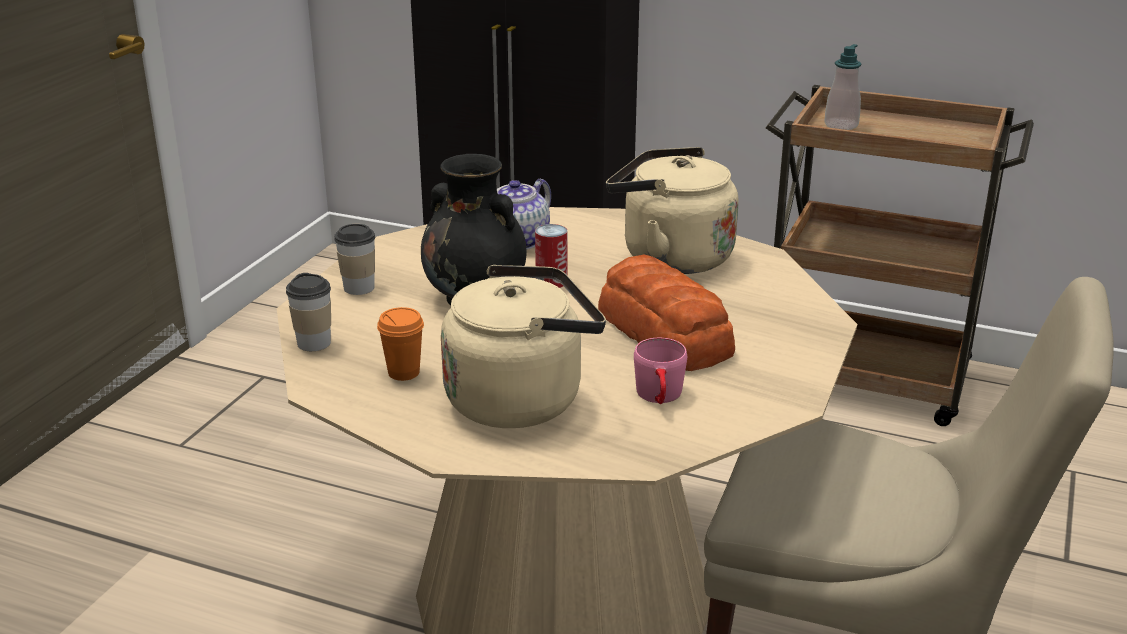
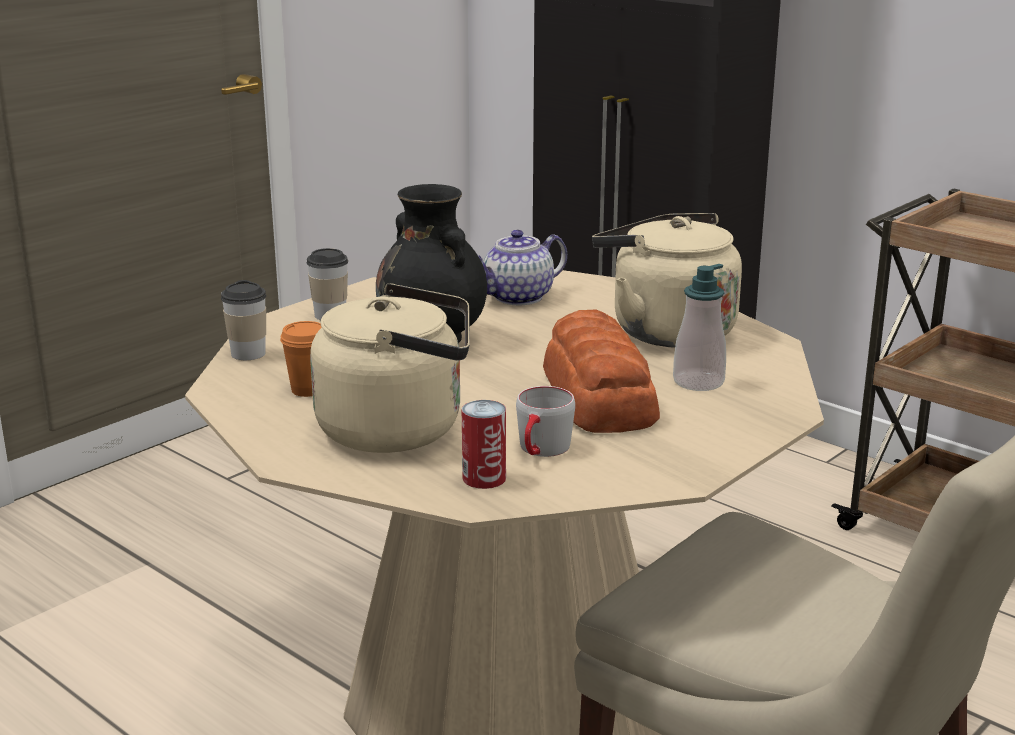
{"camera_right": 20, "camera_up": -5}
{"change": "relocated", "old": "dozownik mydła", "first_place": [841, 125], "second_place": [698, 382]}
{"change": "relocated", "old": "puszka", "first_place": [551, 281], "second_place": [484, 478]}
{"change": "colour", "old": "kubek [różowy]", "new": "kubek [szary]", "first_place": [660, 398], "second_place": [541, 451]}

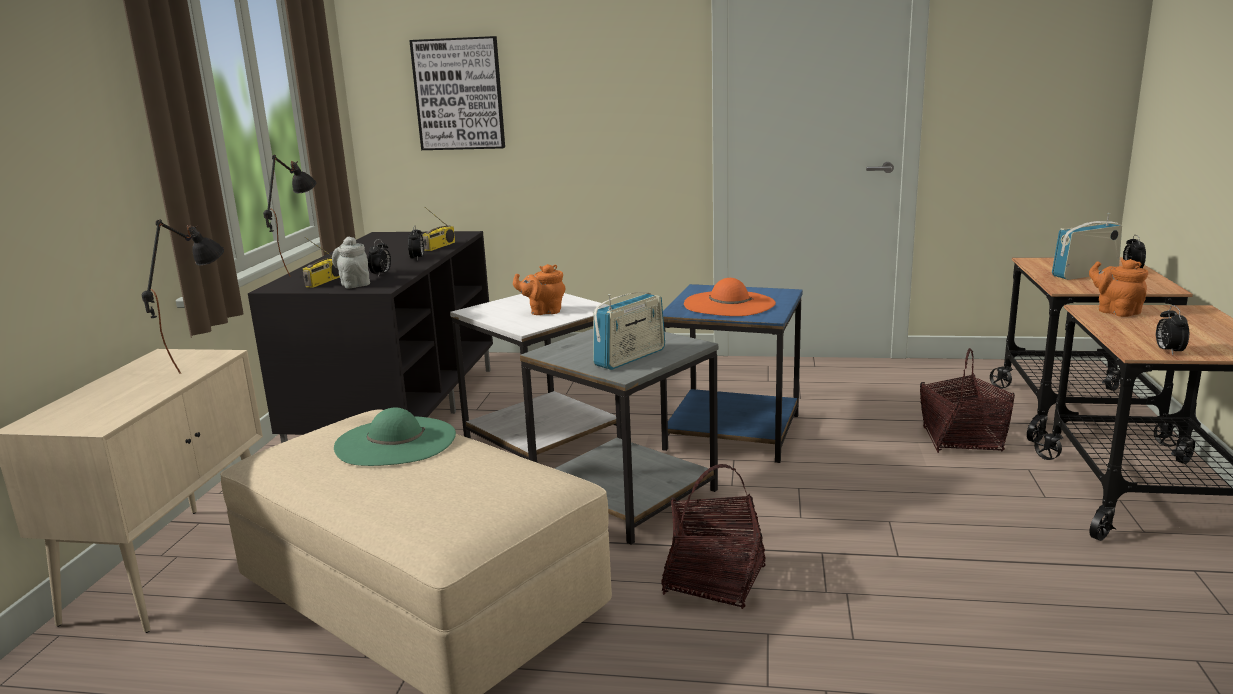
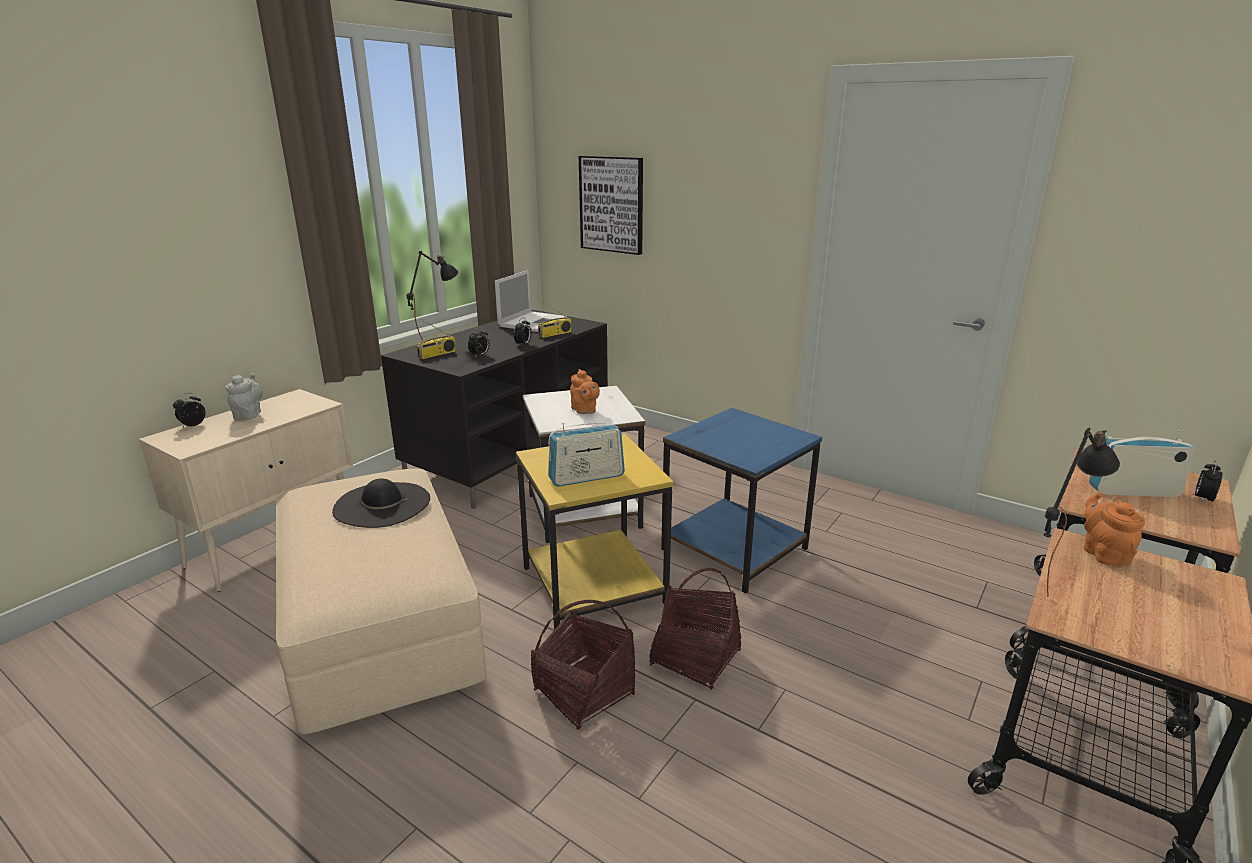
{"camera_right": 25, "camera_up": 5}
{"change": "relocated", "old": "lampa stołowa [czarny]", "first_place": [200, 361], "second_place": [1051, 576]}
{"change": "relocated", "old": "imbryk [szary]", "first_place": [354, 284], "second_place": [249, 414]}
{"change": "spun", "old": "imbryk [pomarańczowy]", "first_place": [543, 311], "second_place": [584, 411], "degrees": -135}
{"change": "missing", "old": "kapelusz [pomarańczowy]", "first_place": [729, 304]}
{"change": "relocated", "old": "budzik", "first_place": [1168, 351], "second_place": [193, 425]}
{"change": "colour", "old": "stolik [szary]", "new": "stolik [żółty]", "first_place": [625, 494], "second_place": [594, 583]}
{"change": "relocated", "old": "koszyk", "first_place": [962, 440], "second_place": [696, 658]}
{"change": "colour", "old": "kapelusz [zielony]", "new": "kapelusz [czarny]", "first_place": [395, 441], "second_place": [382, 504]}
{"change": "appeared", "new": "laptop", "second_place": [533, 322]}

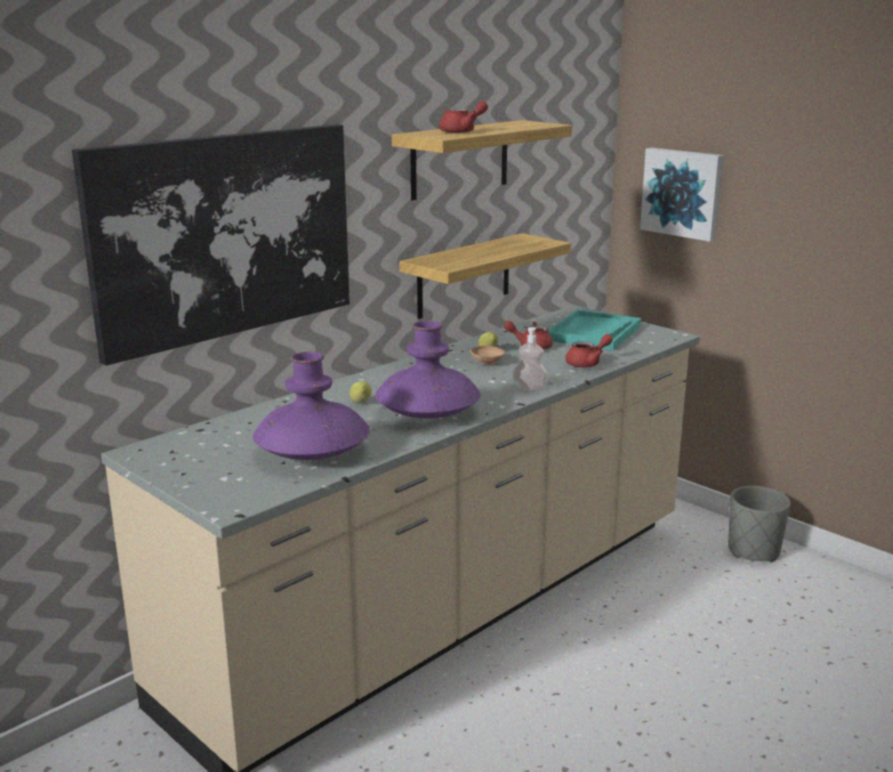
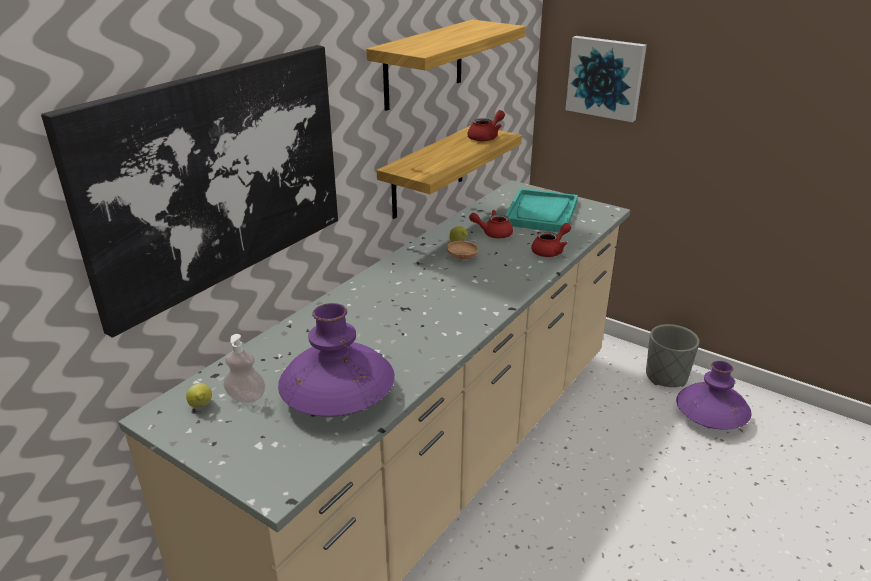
{"camera_right": -10, "camera_up": 10}
{"change": "relocated", "old": "imbryk [czerwony]", "first_place": [462, 131], "second_place": [486, 137]}
{"change": "relocated", "old": "wazon [fioletowy]", "first_place": [428, 413], "second_place": [710, 416]}
{"change": "relocated", "old": "dozownik mydła", "first_place": [530, 389], "second_place": [246, 397]}
{"change": "relocated", "old": "cytryna", "first_place": [361, 403], "second_place": [201, 407]}

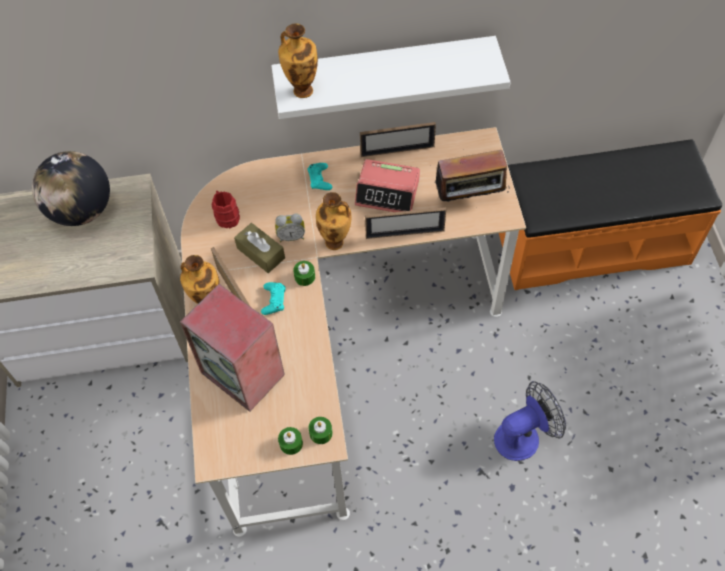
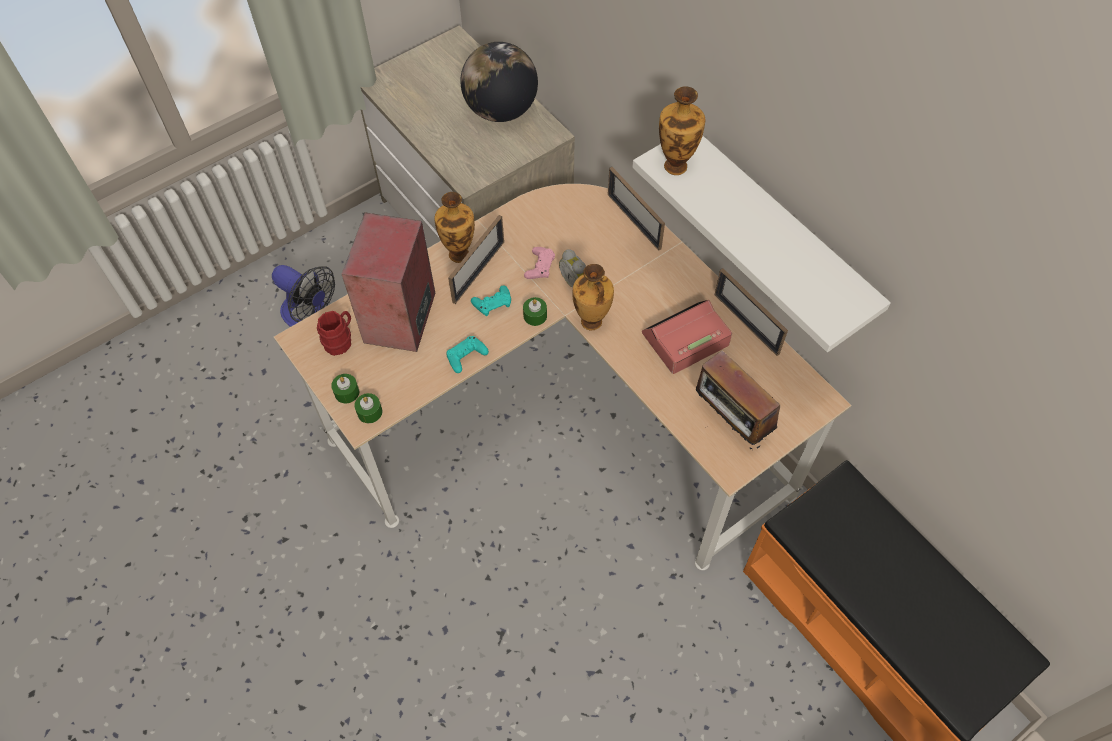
{"camera_right": 60, "camera_up": 0}
{"change": "spun", "old": "budzik", "first_place": [388, 192], "second_place": [685, 340], "degrees": 75}
{"change": "relocated", "old": "pad do gier [turkusowy]", "first_place": [319, 179], "second_place": [466, 356]}
{"change": "relocated", "old": "kubek [czerwony]", "first_place": [226, 216], "second_place": [340, 339]}
{"change": "relocated", "old": "ramka na zdjęcie", "first_place": [405, 233], "second_place": [634, 221]}
{"change": "exchanged", "old": "pudełko chusteczek [brązowy]", "new": "pad do gier [różowy]", "first_place": [261, 253], "second_place": [540, 266]}
{"change": "relocated", "old": "wentylator", "first_place": [524, 436], "second_place": [309, 314]}

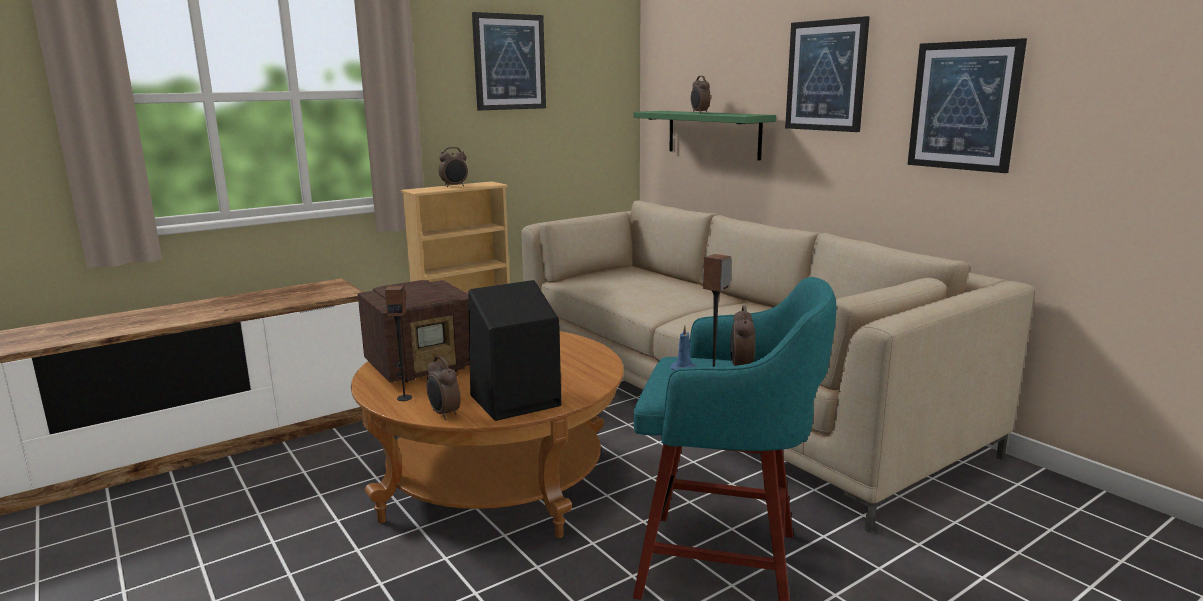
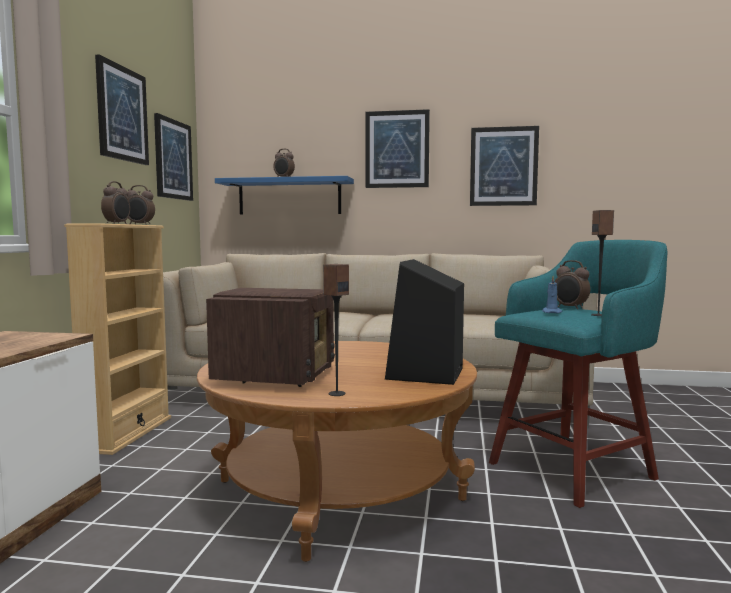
{"camera_right": -45, "camera_up": -10}
{"change": "colour", "old": "półka [zielony]", "new": "półka [niebieski]", "first_place": [713, 134], "second_place": [289, 197]}
{"change": "relocated", "old": "budzik", "first_place": [444, 414], "second_place": [140, 224]}
{"change": "appeared", "new": "obraz", "second_place": [173, 159]}

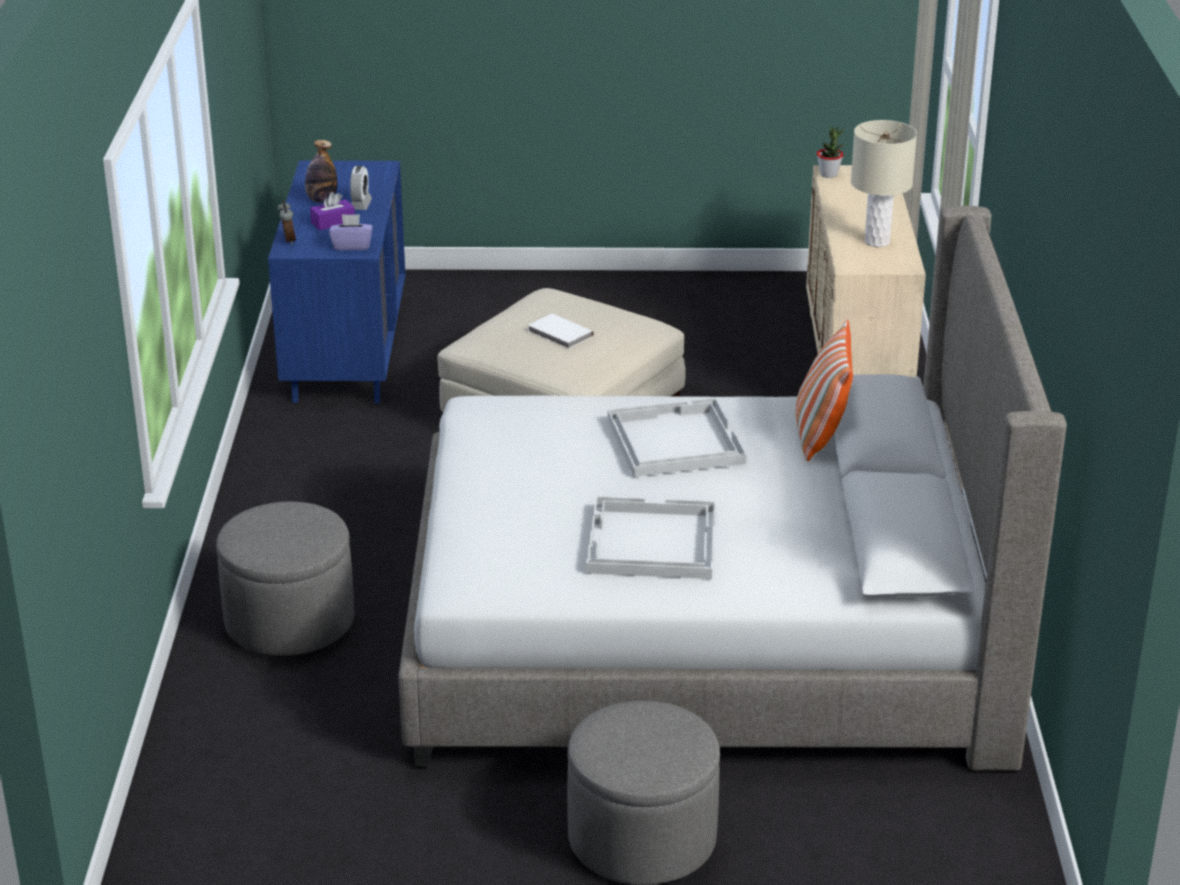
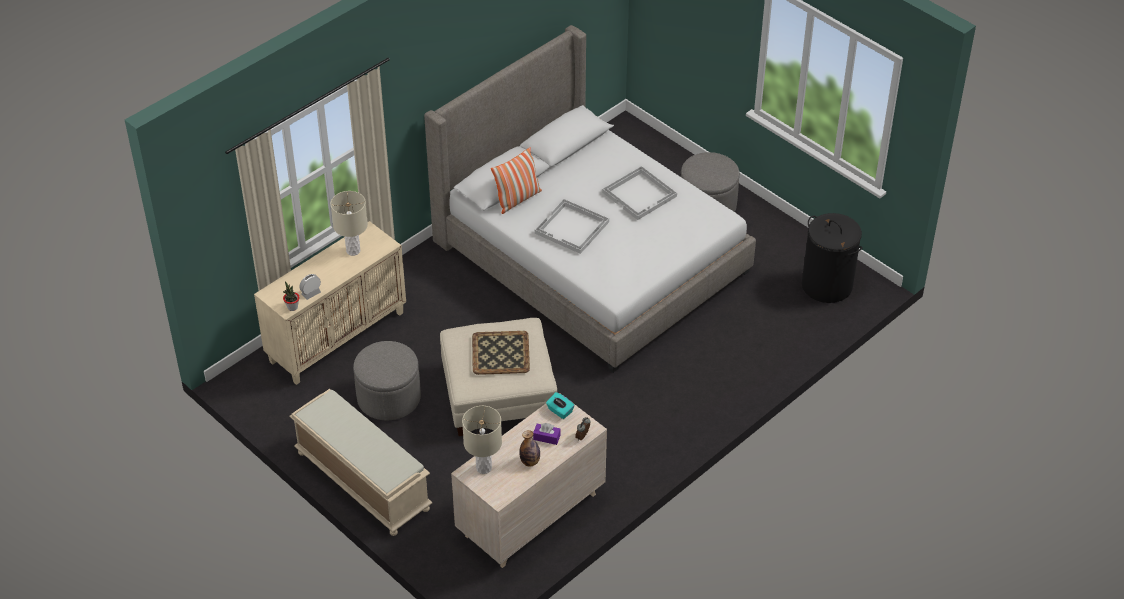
{"camera_right": -135, "camera_up": 15}
{"change": "colour", "old": "komoda [niebieski]", "new": "komoda [beżowy]", "first_place": [346, 352], "second_place": [530, 516]}
{"change": "relocated", "old": "budzik", "first_place": [360, 204], "second_place": [311, 293]}
{"change": "colour", "old": "pudełko chusteczek [fioletowy]", "new": "pudełko chusteczek [turkusowy]", "first_place": [352, 246], "second_place": [560, 411]}
{"change": "exchanged", "old": "książka [biały]", "new": "taca", "first_place": [560, 334], "second_place": [501, 352]}
{"change": "relocated", "old": "pufa [szary]", "first_place": [290, 621], "second_place": [389, 398]}
{"change": "appeared", "new": "kosz na pranie [czarny]", "second_place": [827, 285]}
{"change": "appeared", "new": "ławka [beżowy]", "second_place": [361, 481]}
{"change": "appeared", "new": "lampa stołowa [beżowy]", "second_place": [484, 468]}

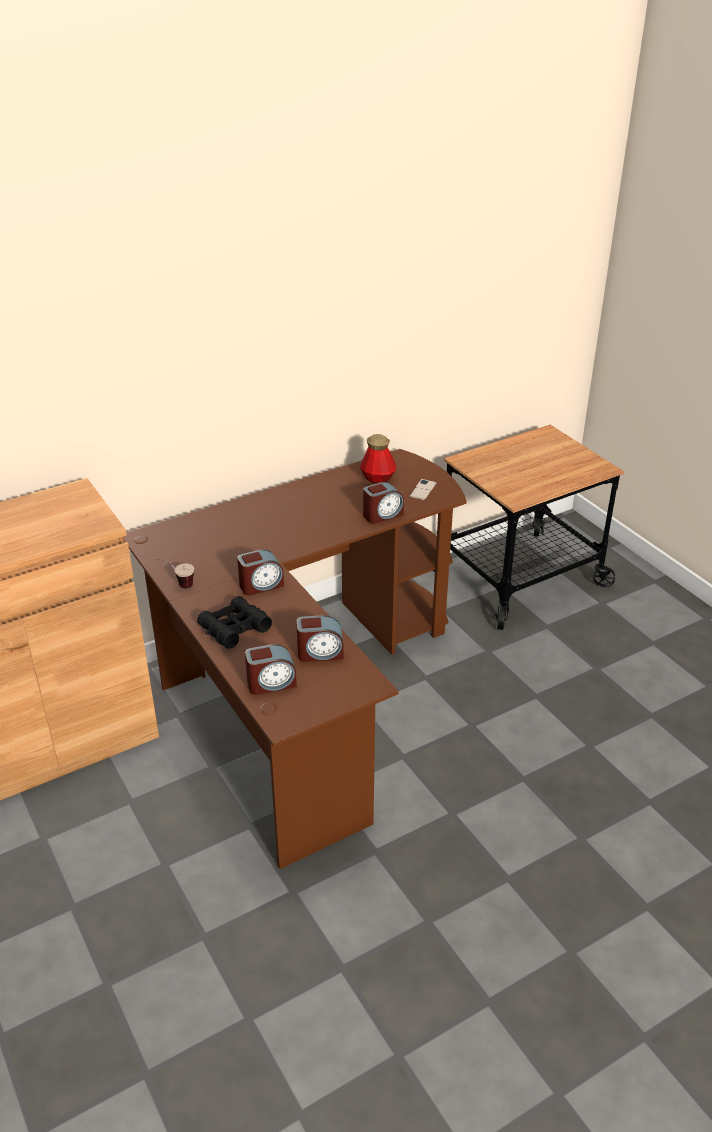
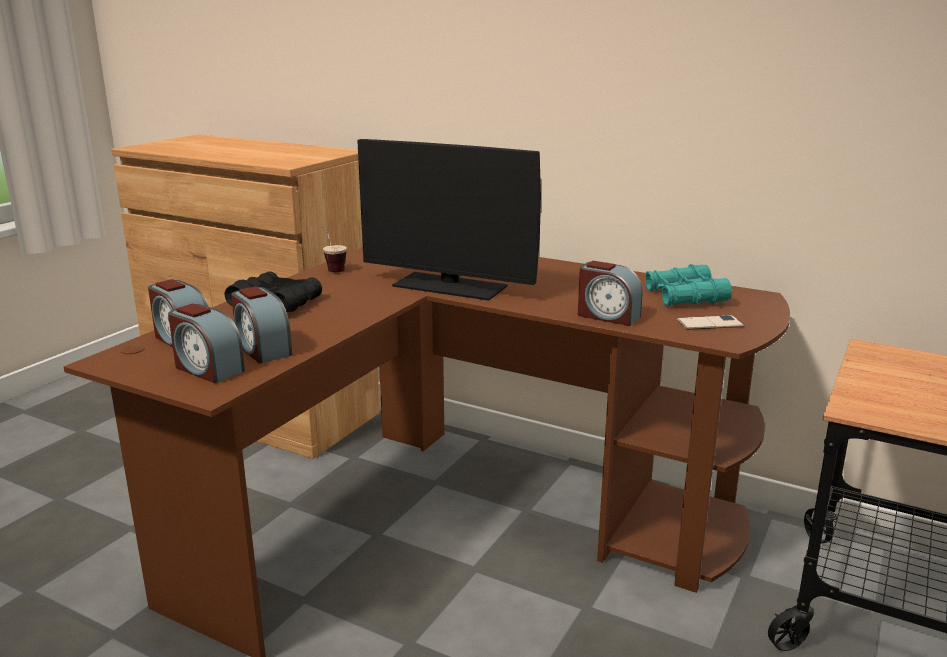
{"camera_right": 60, "camera_up": -15}
{"change": "exchanged", "old": "butelka", "new": "lornetka [turkusowy]", "first_place": [377, 478], "second_place": [685, 297]}
{"change": "relocated", "old": "budzik", "first_place": [261, 585], "second_place": [207, 369]}
{"change": "appeared", "new": "monitor", "second_place": [450, 286]}

